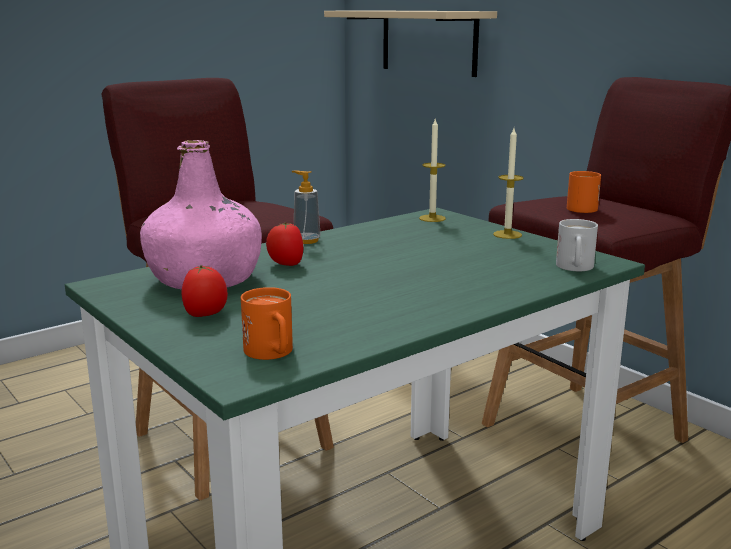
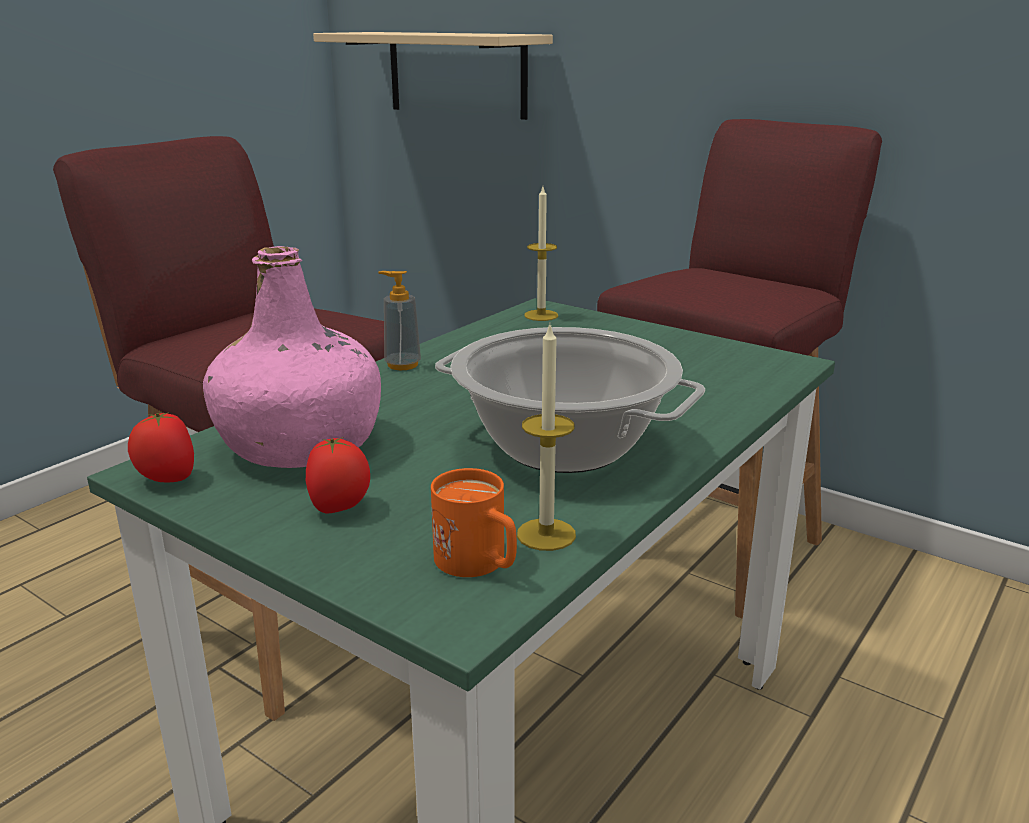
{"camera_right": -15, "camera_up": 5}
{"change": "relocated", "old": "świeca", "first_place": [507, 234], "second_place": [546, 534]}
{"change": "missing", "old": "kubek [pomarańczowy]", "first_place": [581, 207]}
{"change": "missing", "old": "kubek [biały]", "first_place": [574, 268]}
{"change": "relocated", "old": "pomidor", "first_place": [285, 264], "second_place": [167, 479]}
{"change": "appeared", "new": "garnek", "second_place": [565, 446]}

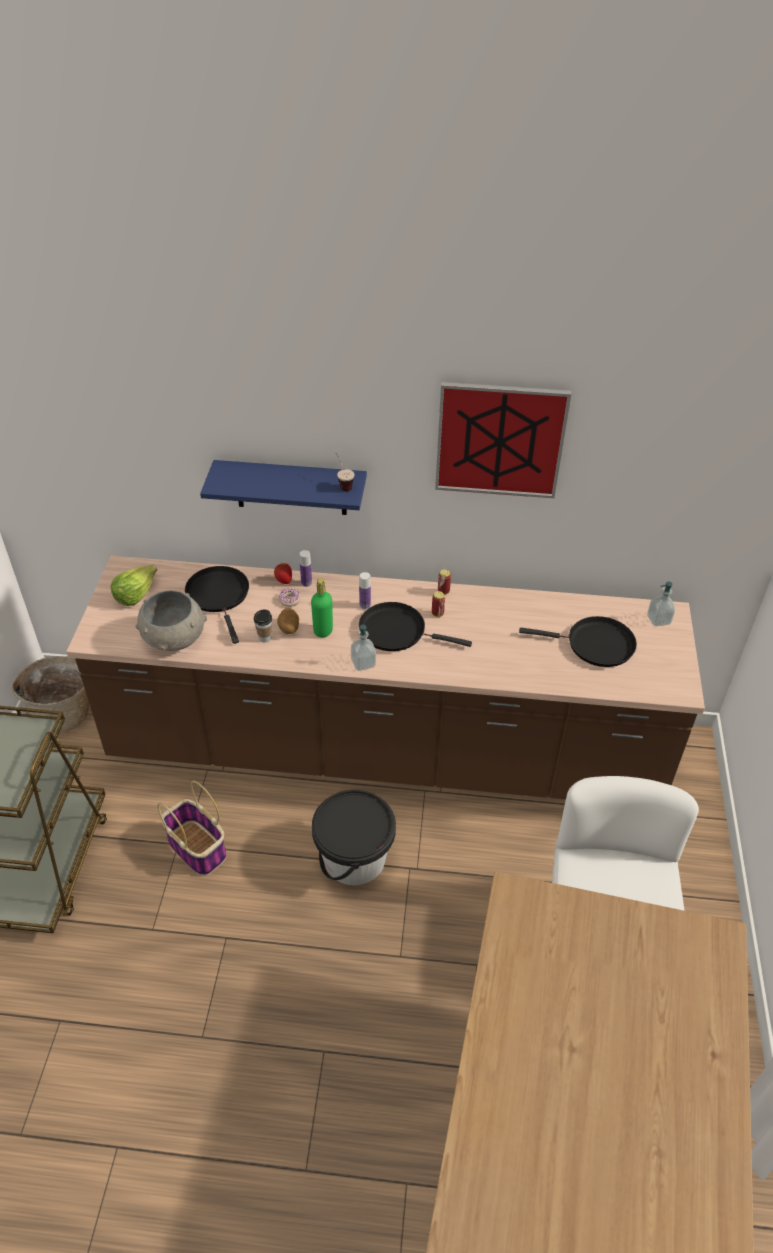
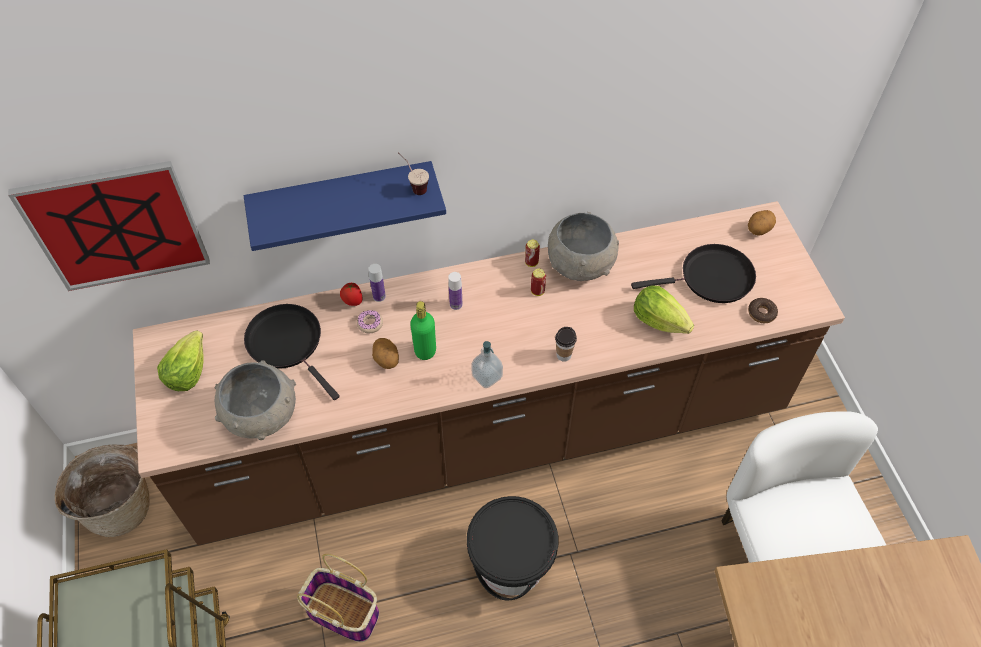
{"camera_right": -20, "camera_up": 10}
{"change": "relocated", "old": "obraz", "first_place": [500, 440], "second_place": [116, 226]}
{"change": "exchanged", "old": "dozownik mydła", "new": "ziemniak", "first_place": [658, 620], "second_place": [758, 230]}
{"change": "missing", "old": "patelnia [czarny]", "first_place": [397, 631]}
{"change": "relocated", "old": "filiżanka", "first_place": [265, 638], "second_place": [563, 355]}
{"change": "appeared", "new": "miska [szary]", "second_place": [580, 264]}
{"change": "appeared", "new": "sałata", "second_place": [659, 320]}
{"change": "appeared", "new": "donut", "second_place": [761, 313]}

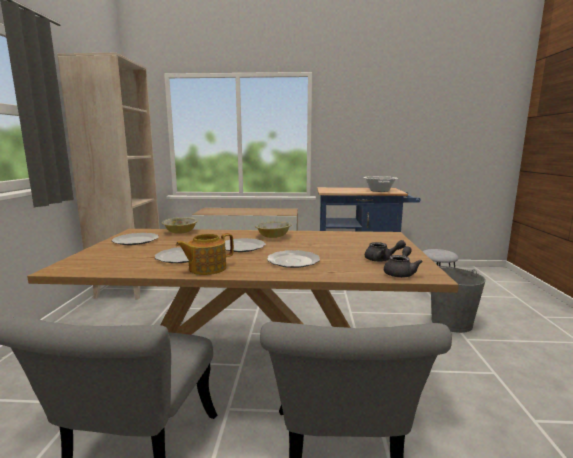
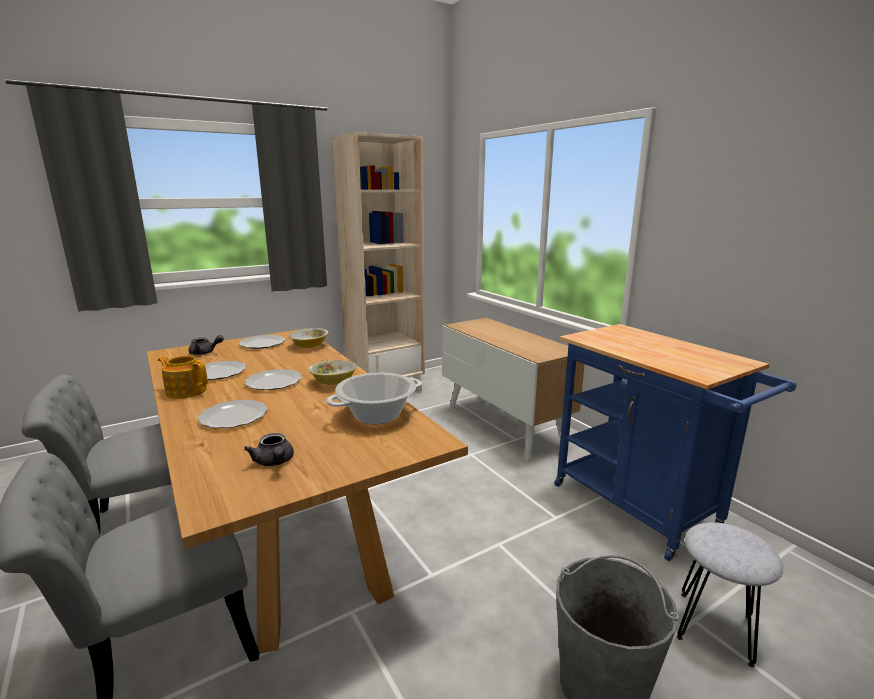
{"camera_right": 55, "camera_up": 5}
{"change": "relocated", "old": "garnek", "first_place": [379, 190], "second_place": [377, 415]}
{"change": "relocated", "old": "imbryk [szary]", "first_place": [400, 273], "second_place": [205, 353]}

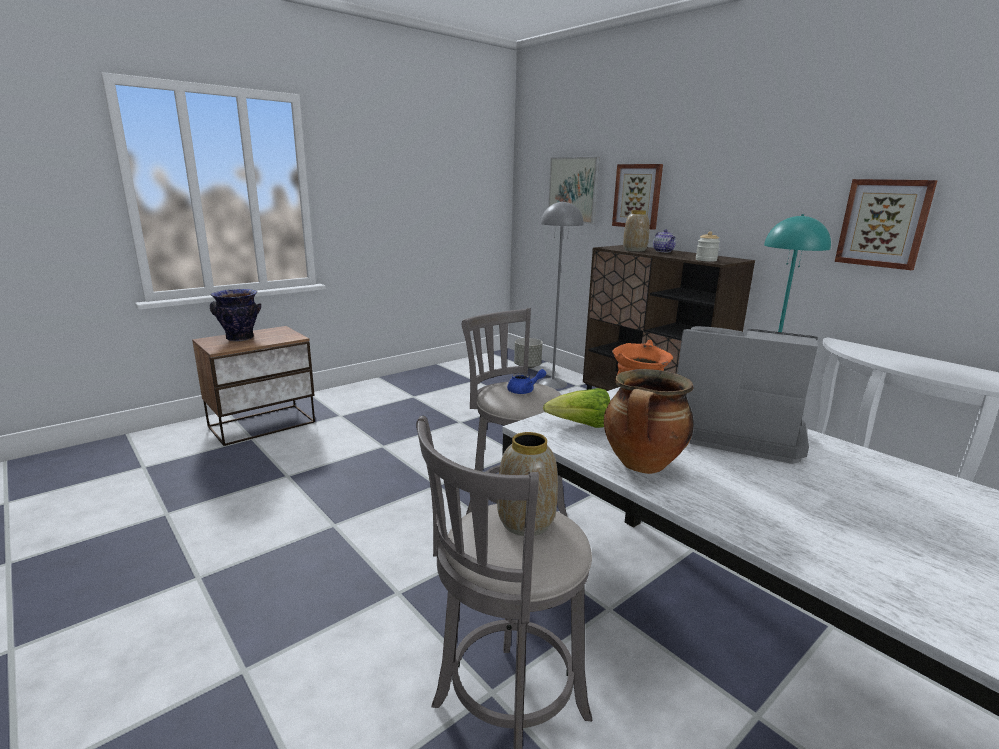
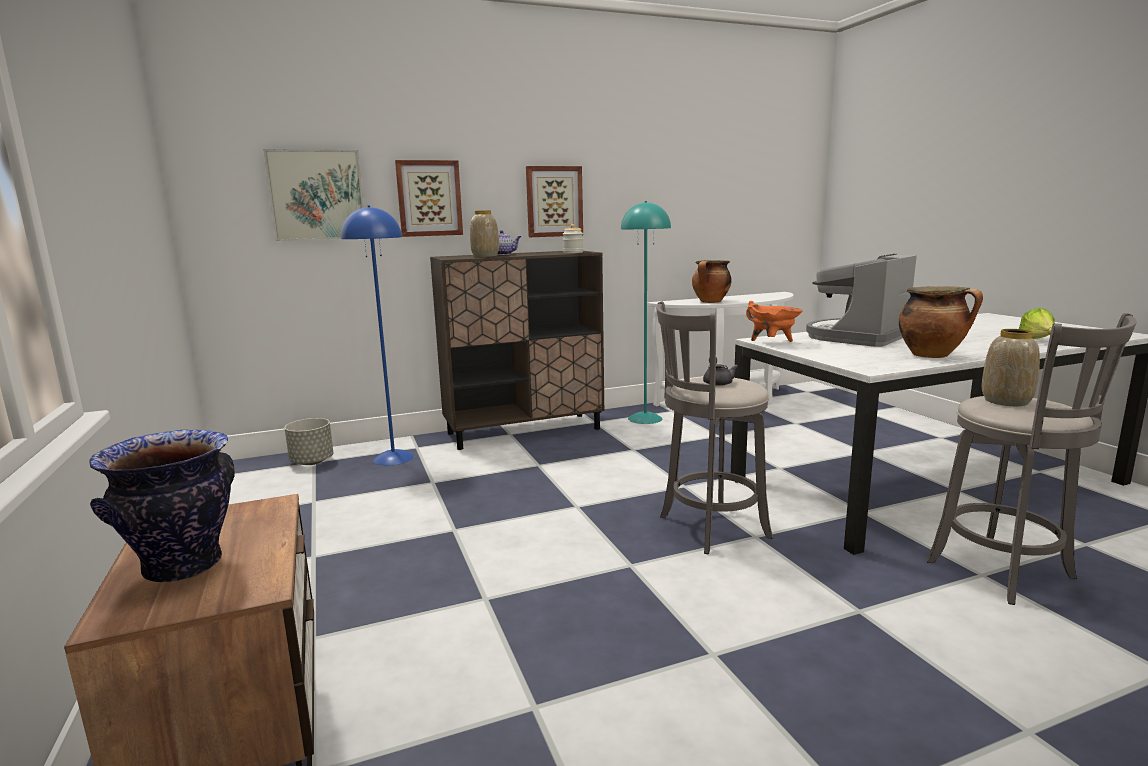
{"camera_right": -70, "camera_up": -5}
{"change": "relocated", "old": "obraz", "first_place": [883, 223], "second_place": [554, 201]}
{"change": "colour", "old": "lampa stojąca [szary]", "new": "lampa stojąca [niebieski]", "first_place": [553, 383], "second_place": [393, 458]}
{"change": "colour", "old": "imbryk [niebieski]", "new": "imbryk [szary]", "first_place": [525, 391], "second_place": [717, 382]}
{"change": "relocated", "old": "sałata", "first_place": [581, 426], "second_place": [1037, 340]}
{"change": "appeared", "new": "garnek", "second_place": [710, 302]}

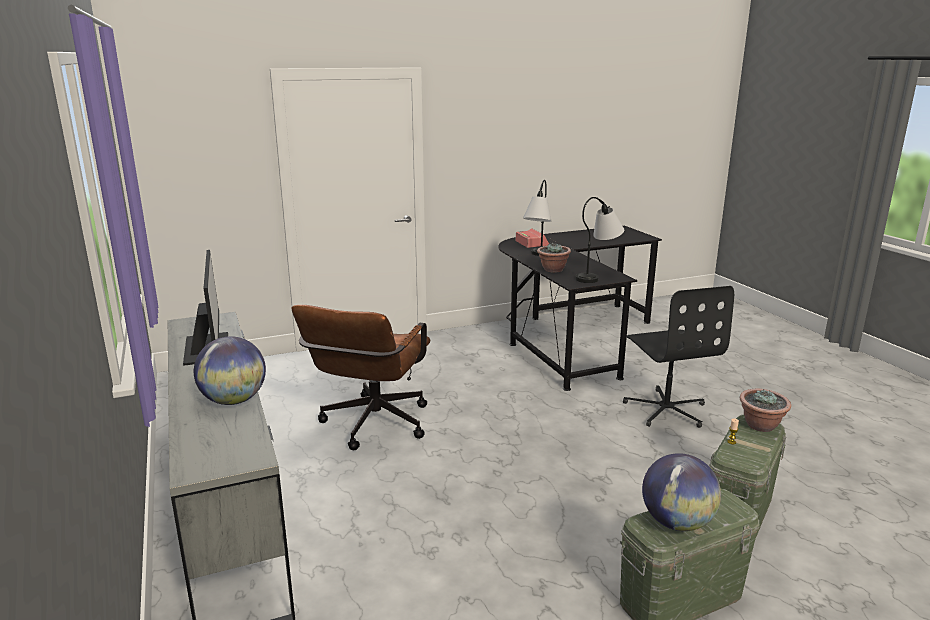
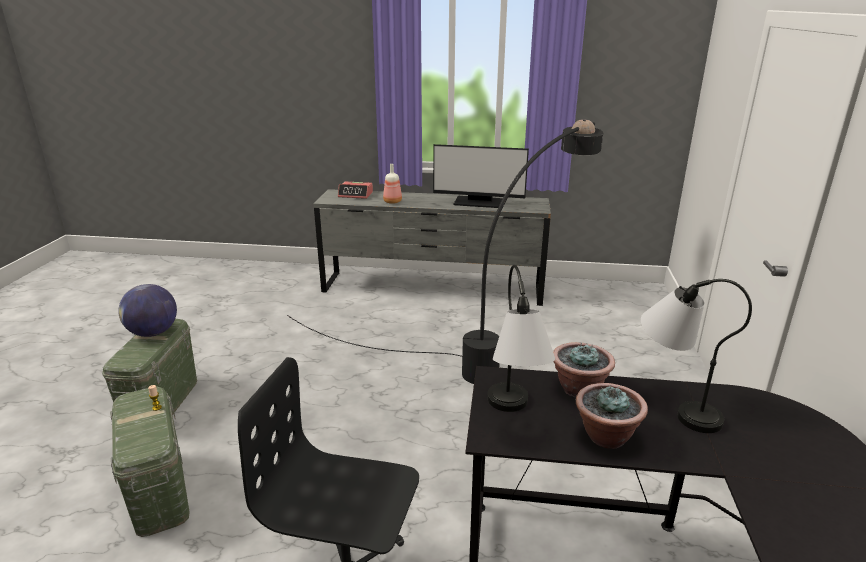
{"camera_right": 120, "camera_up": 5}
{"change": "relocated", "old": "budzik", "first_place": [531, 243], "second_place": [356, 195]}
{"change": "exchanged", "old": "krzesło biurowe [brązowy]", "new": "lampa stojąca [czarny]", "first_place": [371, 427], "second_place": [493, 350]}
{"change": "exchanged", "old": "globus", "new": "butelka", "first_place": [234, 400], "second_place": [392, 202]}
{"change": "relocated", "old": "roślina doniczkowa", "first_place": [761, 426], "second_place": [605, 436]}

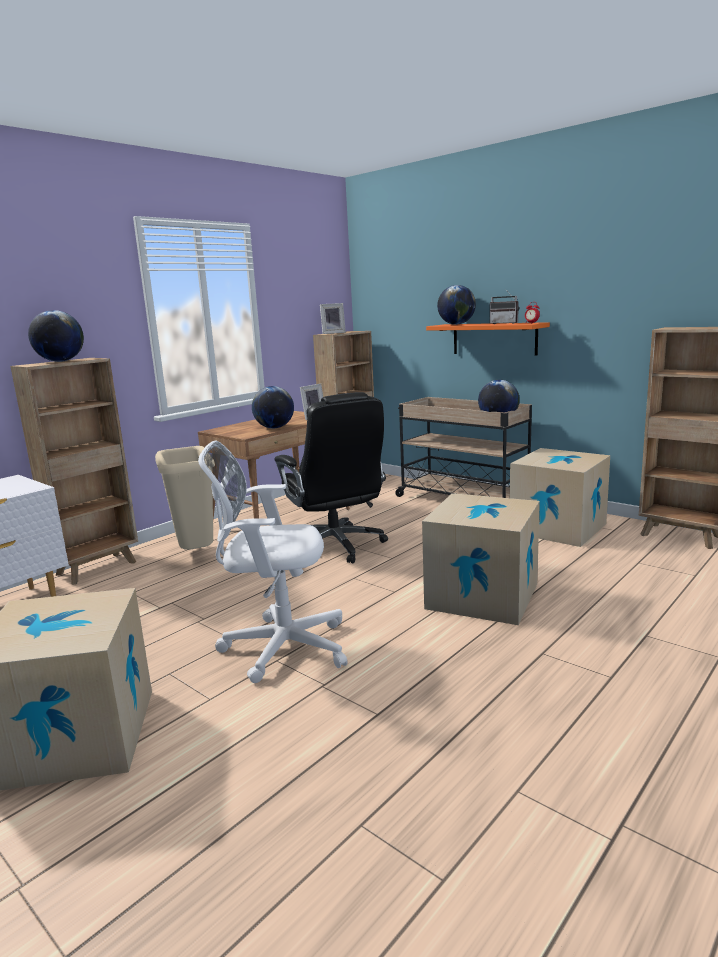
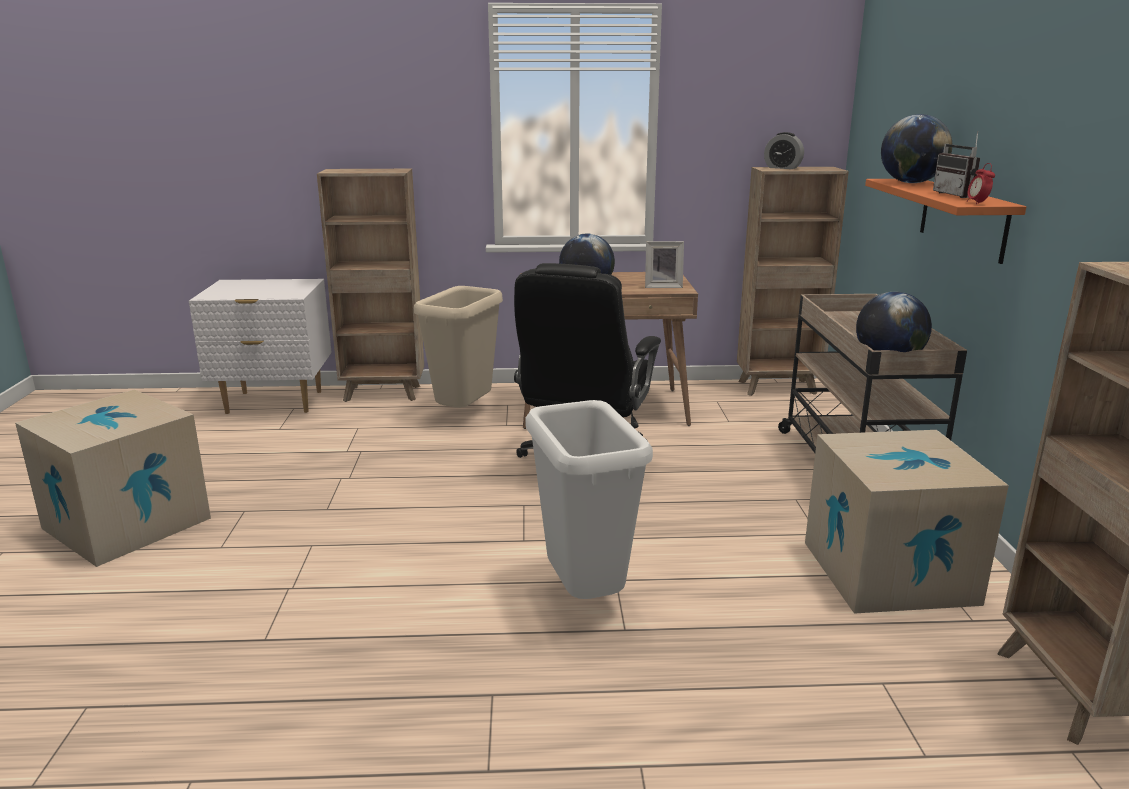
{"camera_right": 45, "camera_up": 5}
{"change": "exchanged", "old": "ramka na zdjęcie", "new": "budzik", "first_place": [333, 333], "second_place": [782, 168]}
{"change": "missing", "old": "globus", "first_place": [60, 361]}
{"change": "missing", "old": "krzesło biurowe [biały]", "first_place": [279, 647]}
{"change": "exchanged", "old": "karton", "new": "kosz na śmieci [biały]", "first_place": [482, 596], "second_place": [586, 597]}

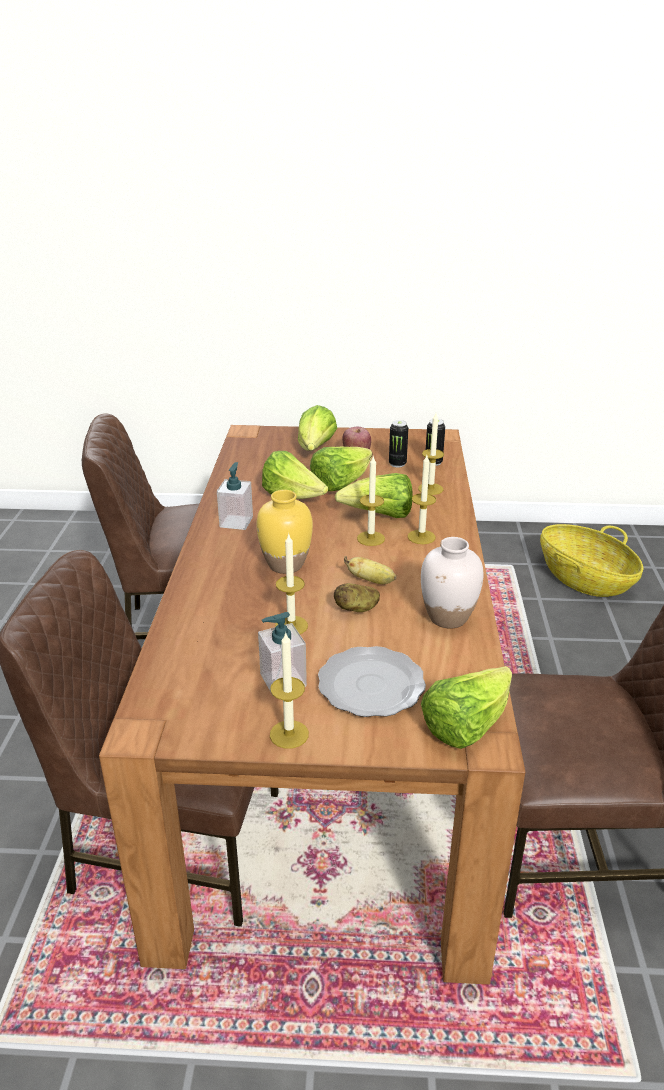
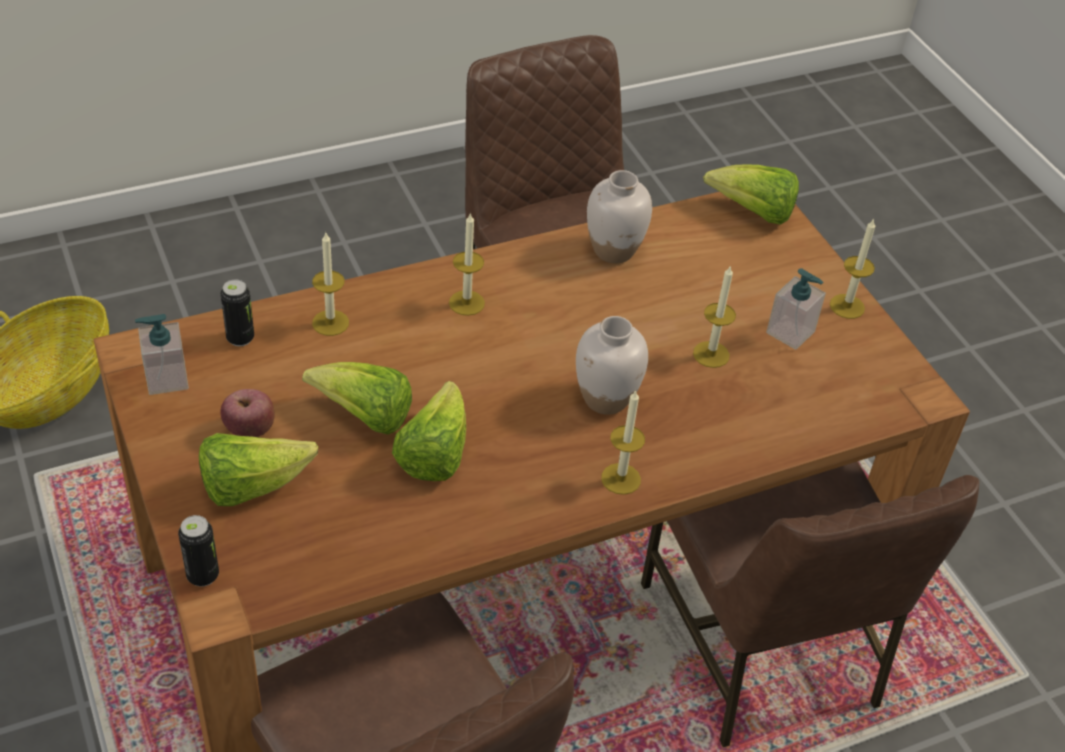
{"camera_right": -120, "camera_up": 15}
{"change": "relocated", "old": "puszka", "first_place": [397, 464], "second_place": [203, 575]}
{"change": "relocated", "old": "świeca", "first_place": [370, 538], "second_place": [621, 479]}
{"change": "relocated", "old": "dozownik mydła", "first_place": [236, 522], "second_place": [166, 378]}
{"change": "missing", "old": "sałata", "first_place": [380, 516]}
{"change": "colour", "old": "wazon [żółty]", "new": "wazon [biały]", "first_place": [285, 565], "second_place": [606, 399]}
{"change": "missing", "old": "banan", "first_place": [371, 581]}
{"change": "missing", "old": "ziemniak", "first_place": [357, 609]}
{"change": "missing", "old": "talerz", "first_place": [370, 685]}

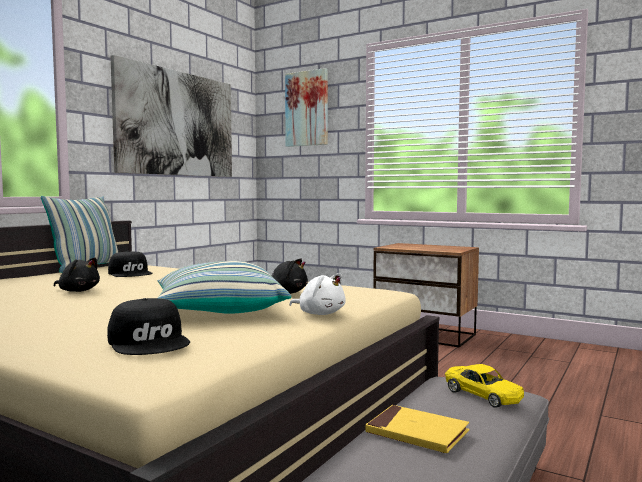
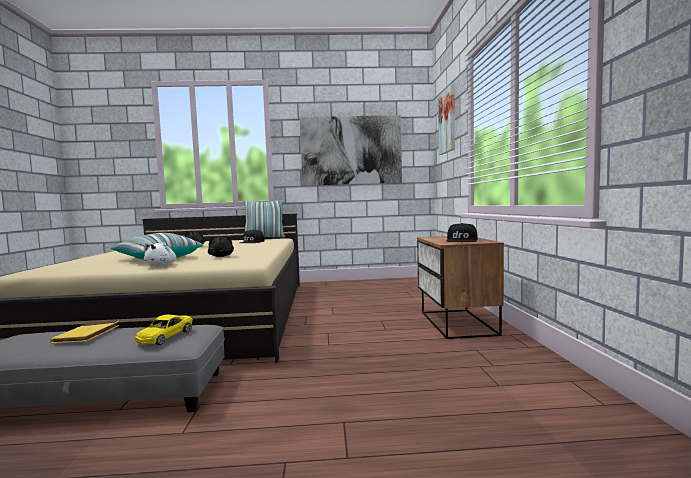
{"camera_right": 55, "camera_up": 0}
{"change": "relocated", "old": "czapka z daszkiem [czarny]", "first_place": [150, 342], "second_place": [462, 240]}

